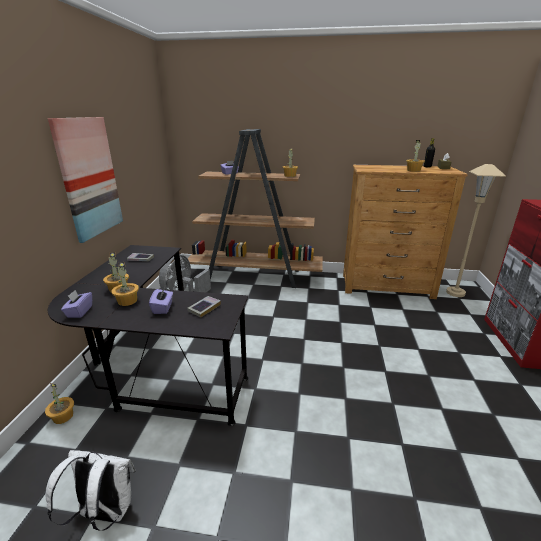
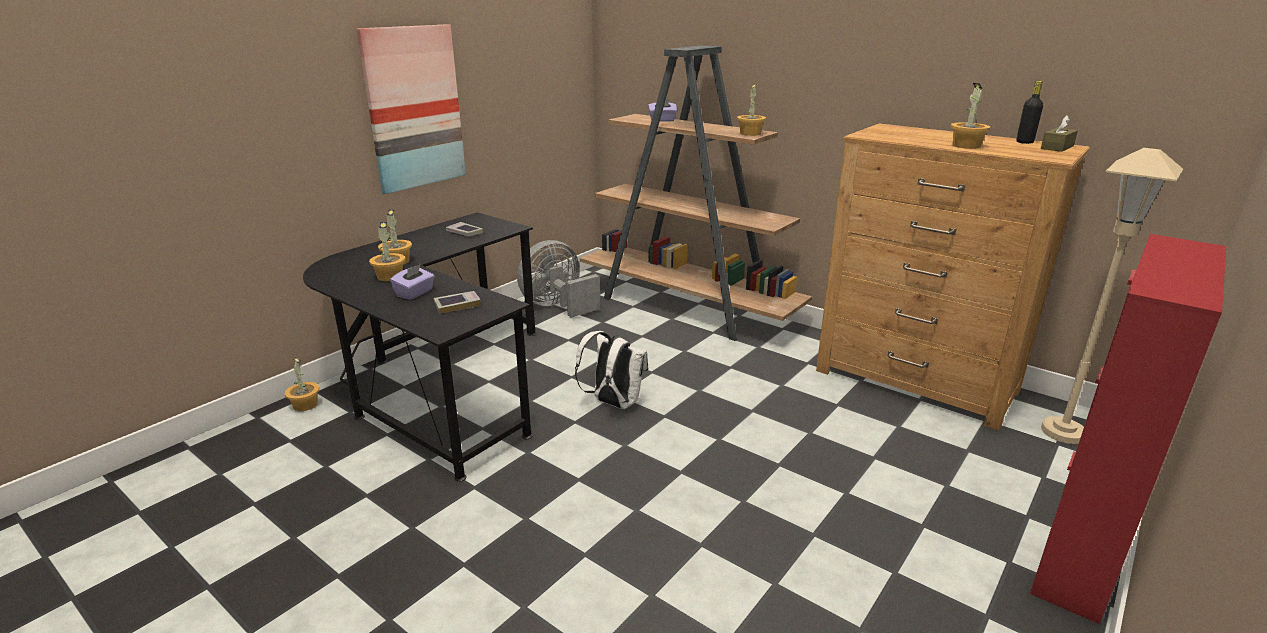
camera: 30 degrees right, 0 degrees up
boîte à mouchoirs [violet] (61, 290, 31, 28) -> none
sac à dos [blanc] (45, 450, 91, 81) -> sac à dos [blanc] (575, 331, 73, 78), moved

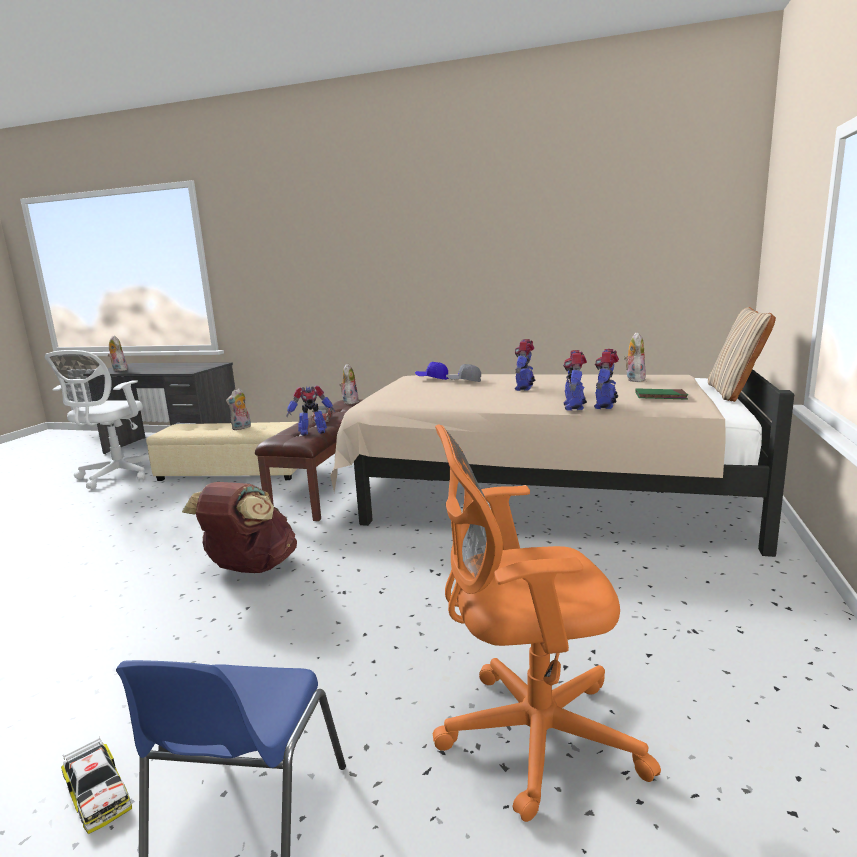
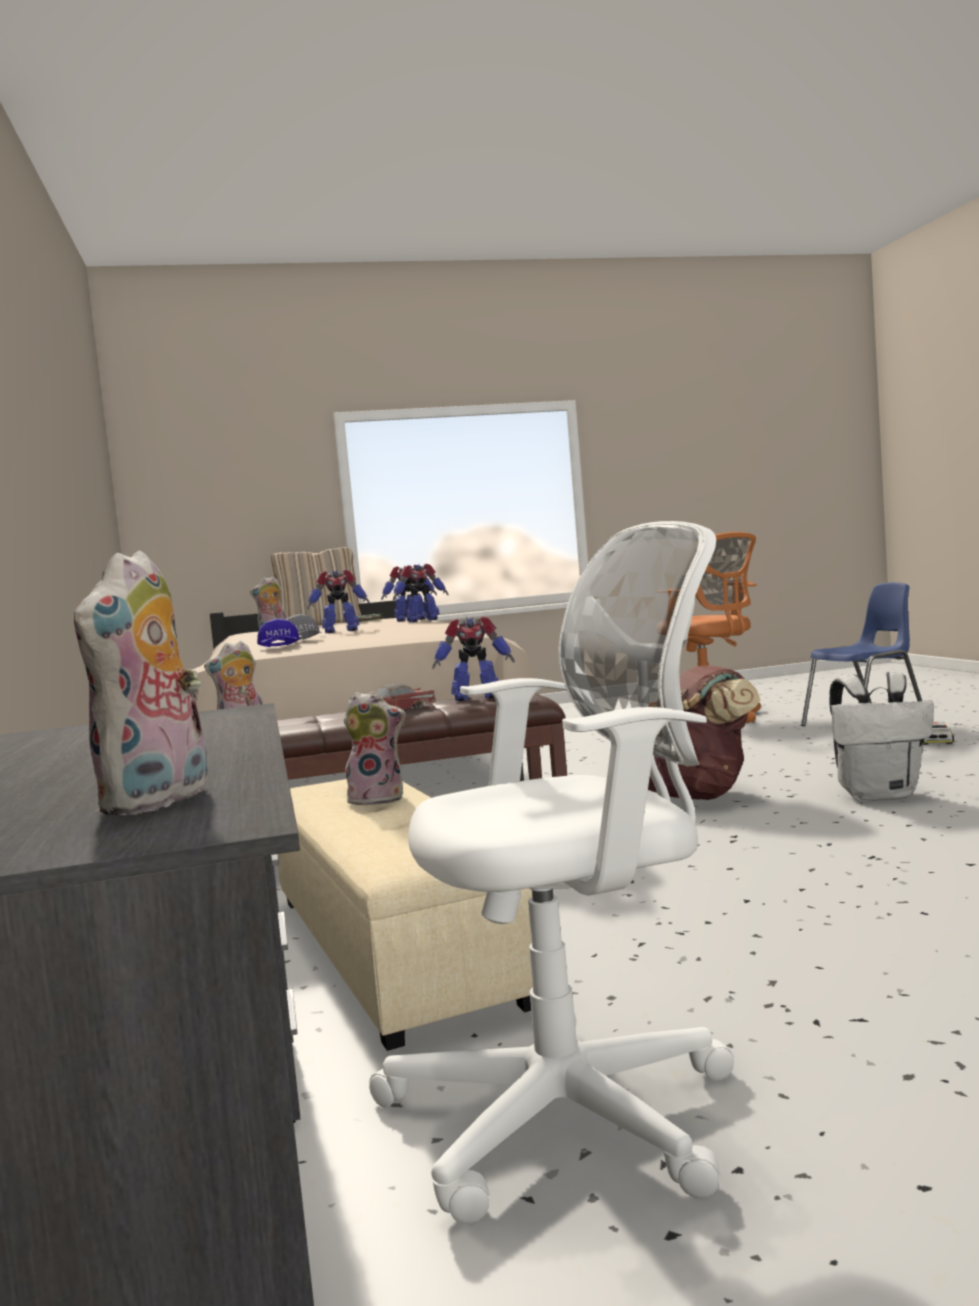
camera: 120 degrees left, 10 degrees down
none -> sac à dos [blanc] (829, 671, 105, 130)
robot jouet (286, 385, 49, 51) -> robot jouet (432, 616, 83, 85), 135 degrees clockwise

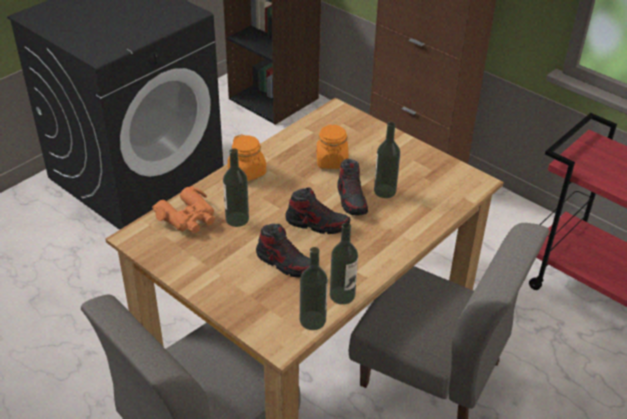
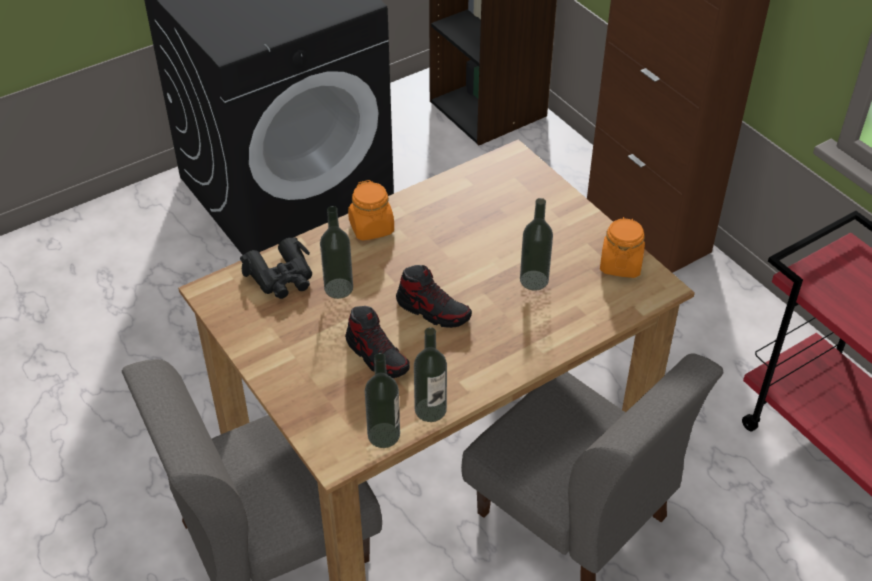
camera: 15 degrees right, 5 degrees up
chaussure (337, 159, 31, 56) -> none
bocal [orange] (317, 124, 31, 45) -> bocal [orange] (600, 217, 45, 61), moved
jumelles [orange] (152, 186, 63, 47) -> jumelles [noir] (240, 237, 72, 62)

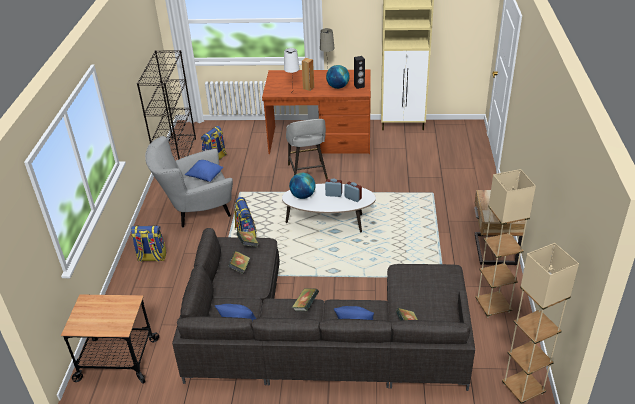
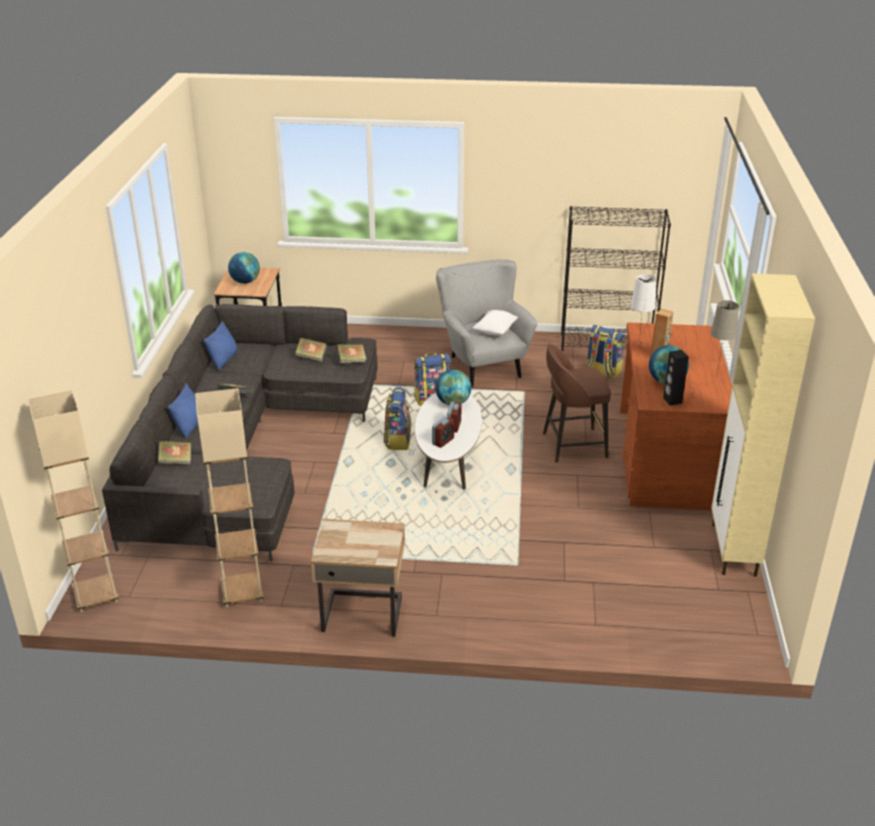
camera: 90 degrees right, 5 degrees down
none -> globe (228, 252, 32, 32)
sac à dos (131, 225, 35, 37) -> sac à dos (384, 387, 28, 63), moved
coussin [bleu] (185, 160, 38, 22) -> coussin [blanc] (472, 310, 46, 25)
tabouret [gris] (286, 119, 42, 60) -> tabouret [marron] (543, 344, 68, 119)

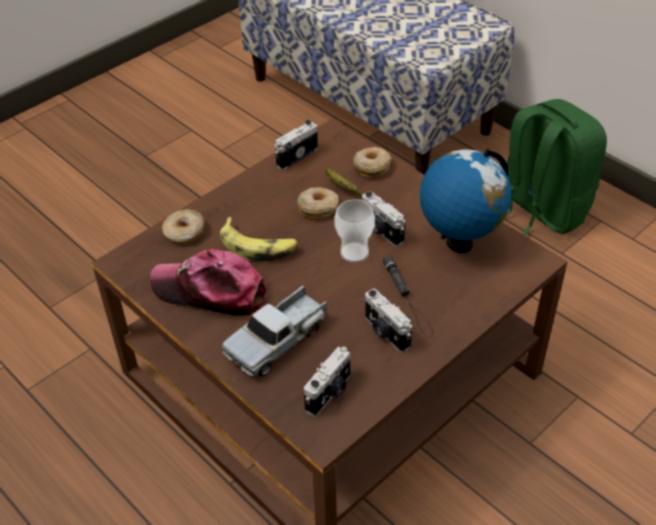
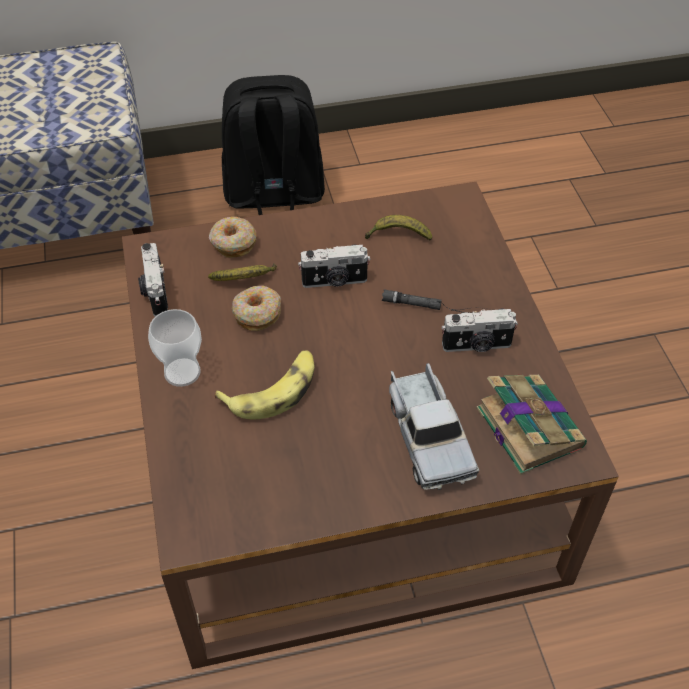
camera: 60 degrees left, 5 degrees up
casquette (150, 249, 117, 66) -> none
beignet (162, 209, 43, 35) -> none
tasse (334, 199, 41, 64) -> tasse (148, 309, 54, 78), moved
appareil photo (304, 347, 46, 70) -> livre (477, 374, 110, 101)
globe (420, 148, 91, 105) -> banane (365, 215, 67, 26)
sac à dos [vert] (506, 99, 101, 137) -> sac à dos [noir] (222, 75, 103, 140)

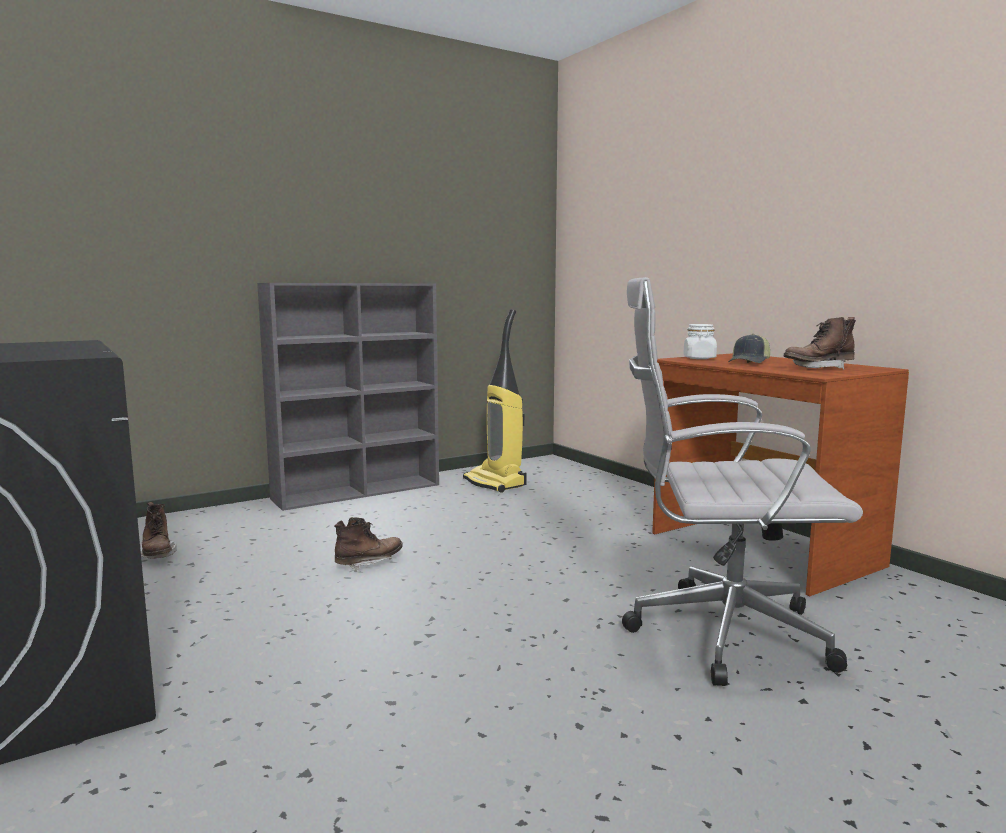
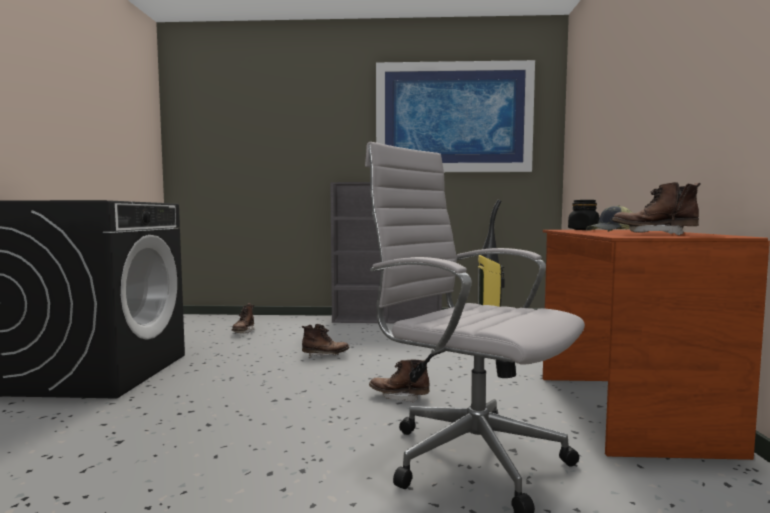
camera: 35 degrees right, 5 degrees down
none -> botte [marron] (369, 358, 61, 45)
none -> tableau (376, 60, 159, 112)
bocal [blanc] (683, 324, 34, 35) -> bocal [noir] (568, 200, 32, 30)

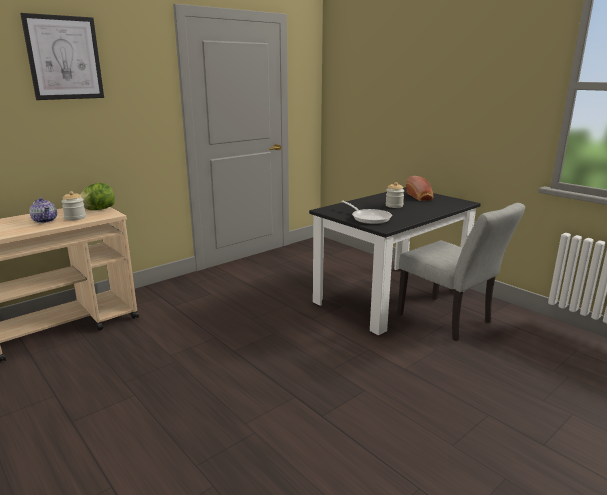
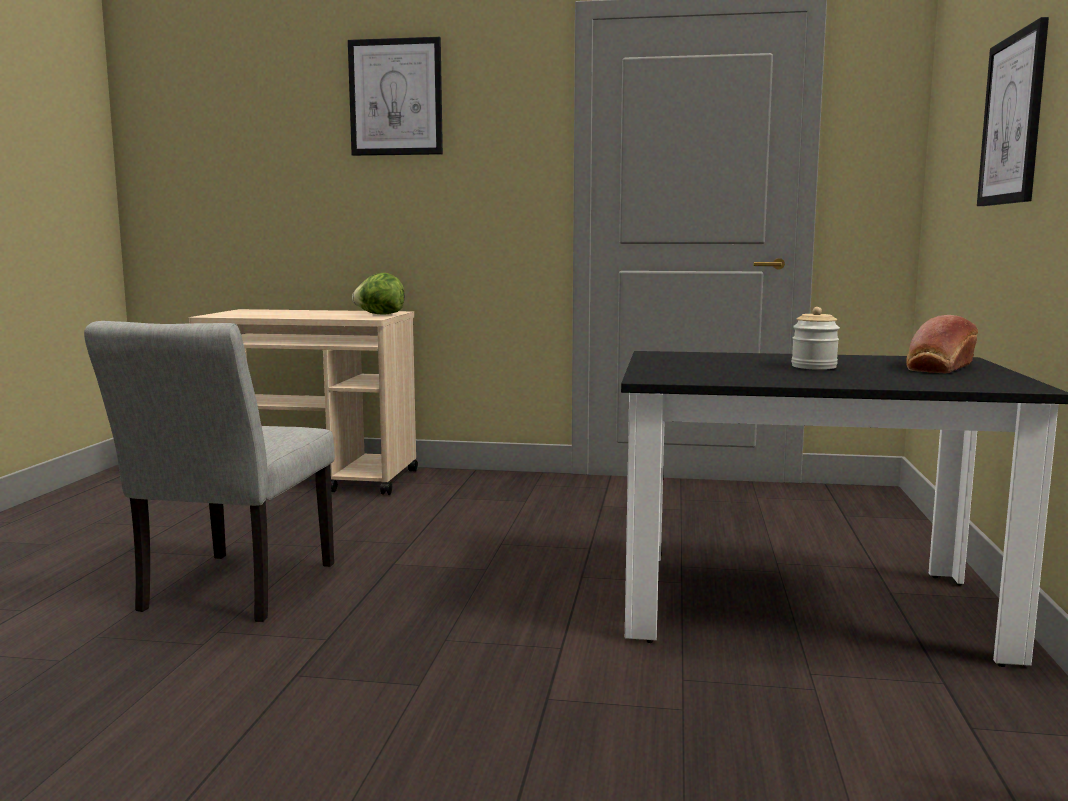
camera: 50 degrees right, 10 degrees down
théière (29, 198, 28, 25) -> none
bocal (61, 191, 25, 30) -> none
poêle (341, 201, 51, 23) -> none
none -> tableau (977, 17, 72, 189)
chaise [gris] (397, 203, 128, 138) -> chaise [gris] (84, 321, 251, 301), moved

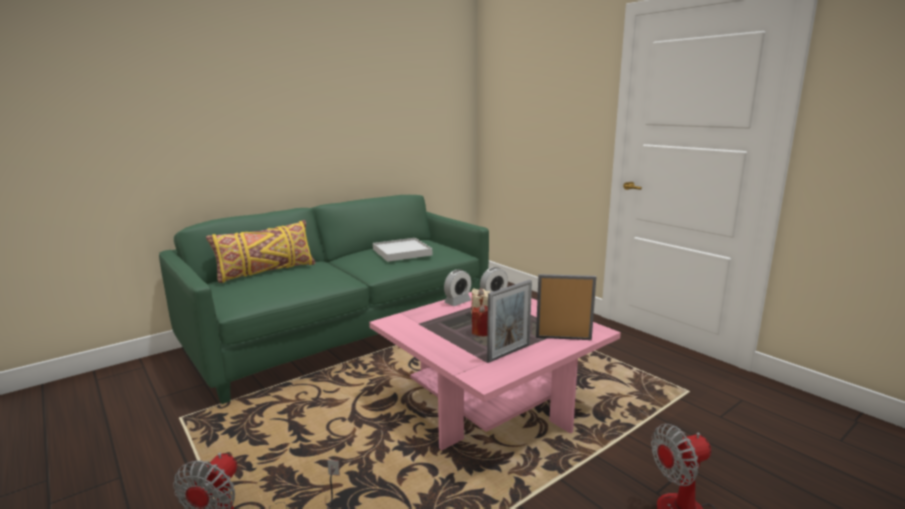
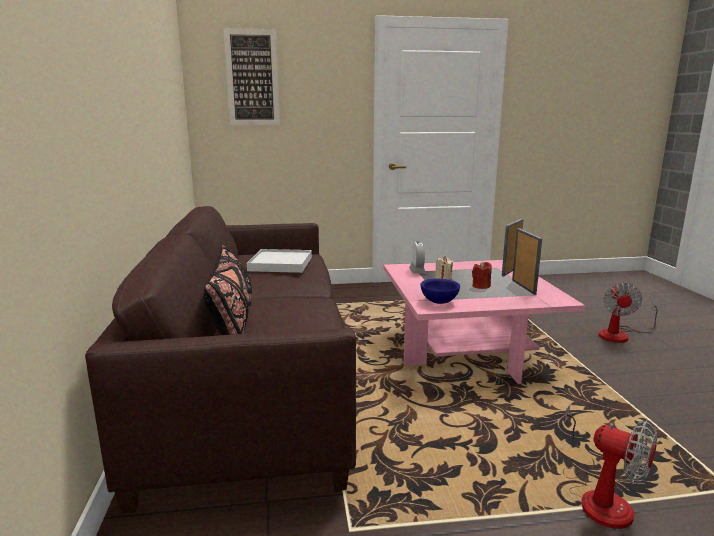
camera: 60 degrees left, 0 degrees up
réveil (444, 270, 27, 36) -> none
none -> tableau (223, 28, 57, 97)
none -> bol [bleu] (421, 278, 39, 26)
canapé [vert] (159, 195, 330, 209) -> canapé [marron] (85, 206, 272, 307)
coussin [jaune] (206, 220, 110, 63) -> coussin [noir] (204, 245, 48, 90)

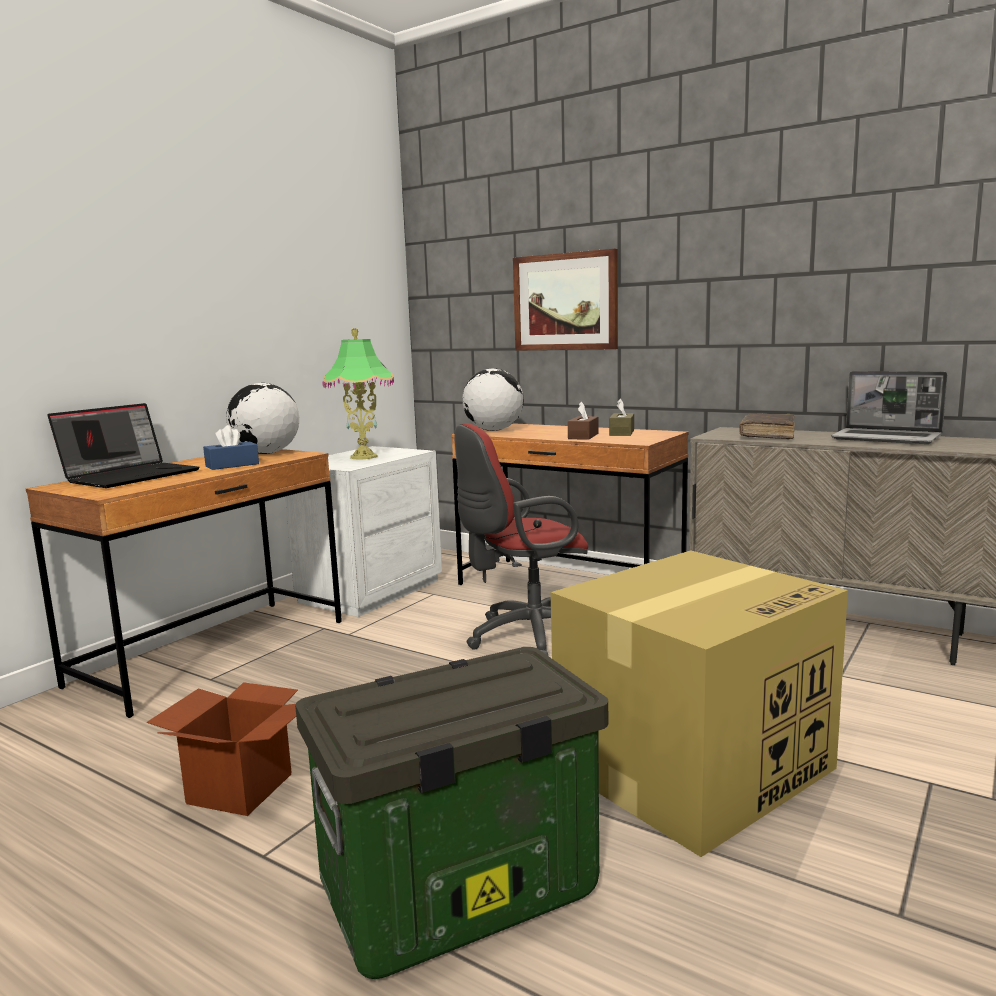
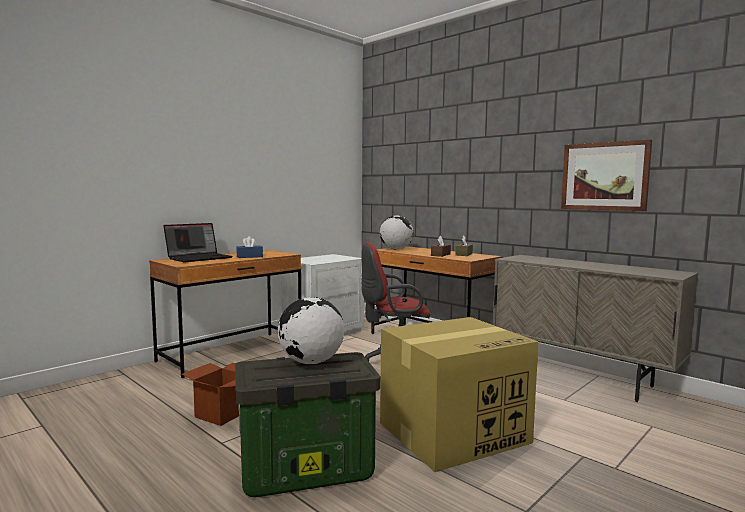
camera: 10 degrees right, 5 degrees down
lampe de table (322, 328, 72, 132) -> none
livre [marron] (739, 414, 56, 25) -> none
ordinateur portable (831, 371, 116, 73) -> none
globe (226, 383, 73, 71) -> globe (278, 297, 66, 67), moved
tableau (513, 249, 105, 102) -> tableau (561, 139, 91, 72), moved

